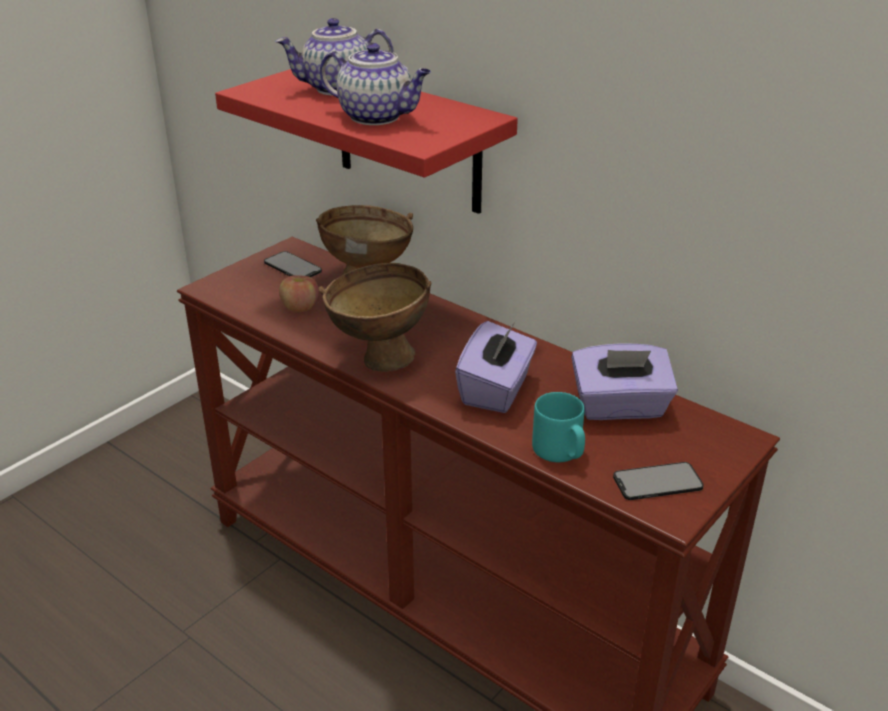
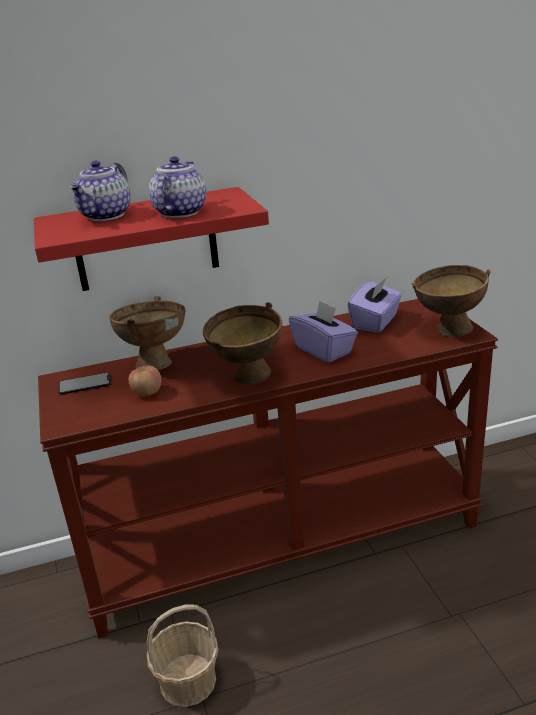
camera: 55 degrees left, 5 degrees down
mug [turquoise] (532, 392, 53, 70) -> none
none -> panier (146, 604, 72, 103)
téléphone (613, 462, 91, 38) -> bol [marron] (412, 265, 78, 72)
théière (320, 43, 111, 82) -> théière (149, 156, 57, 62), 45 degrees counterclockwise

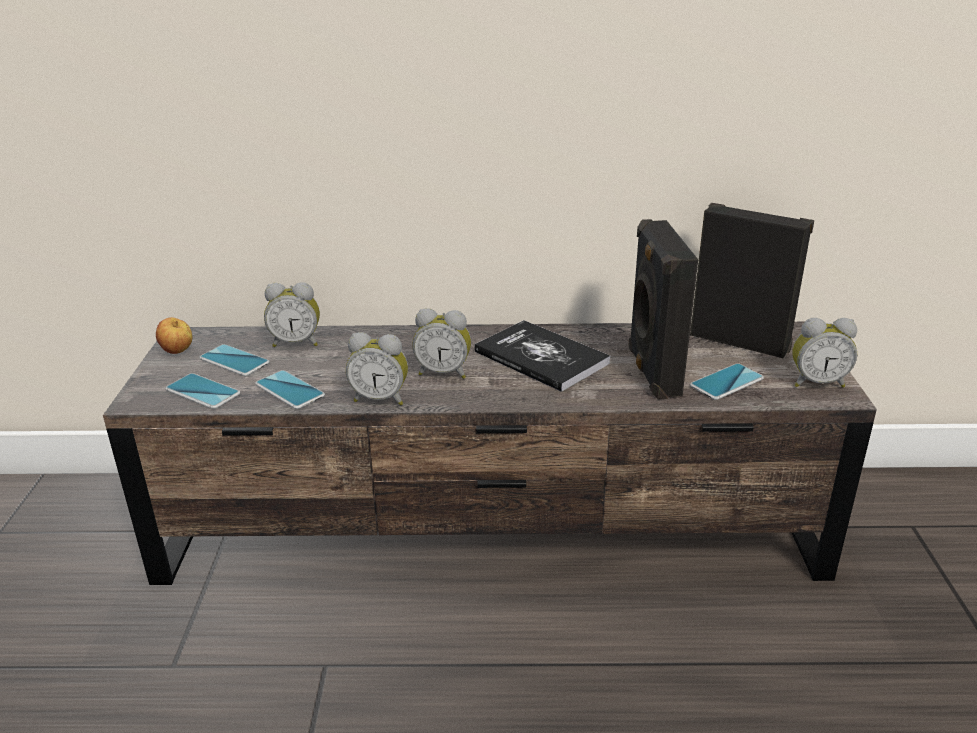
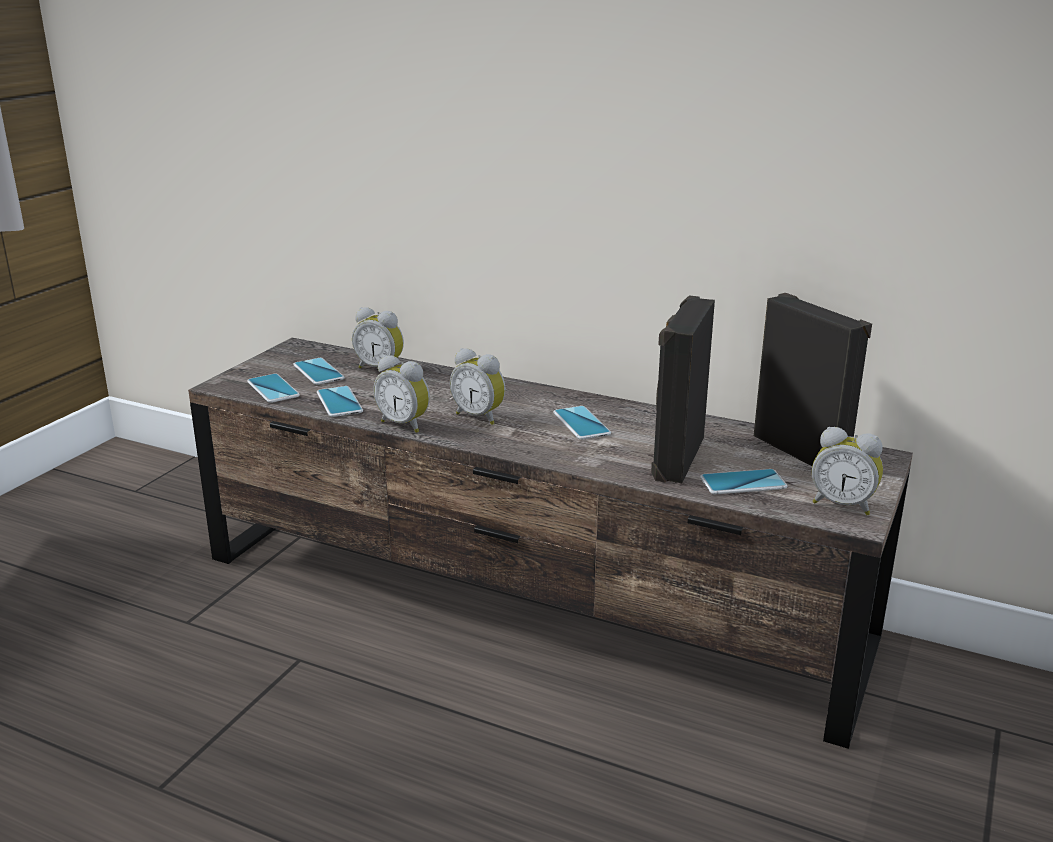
camera: 25 degrees right, 5 degrees down
pomme (156, 317, 36, 37) -> none
livre (474, 320, 136, 72) -> téléphone (553, 406, 58, 34)

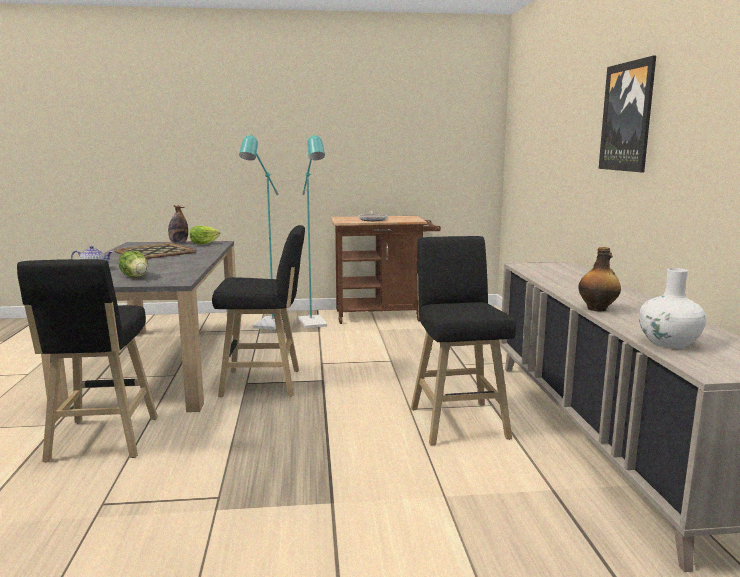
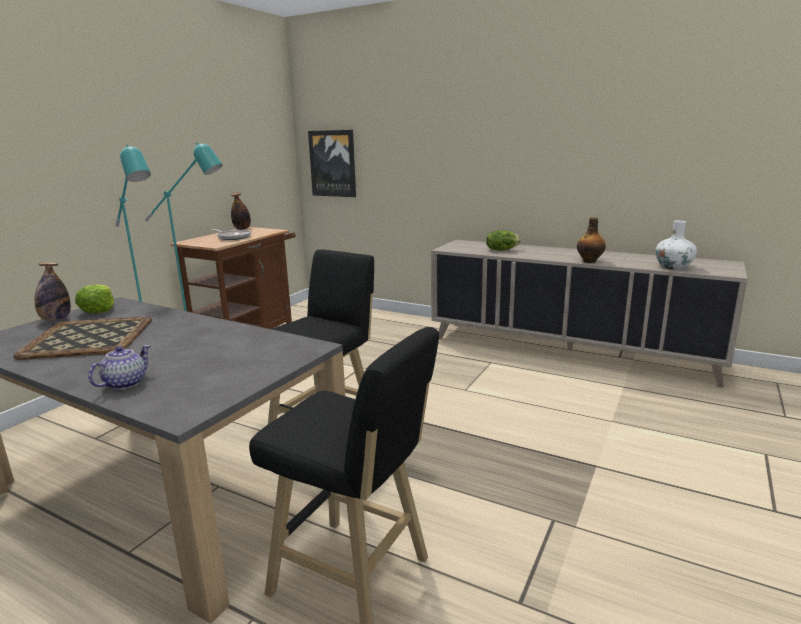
camera: 55 degrees left, 5 degrees up
tabouret [noir] (411, 236, 105, 210) -> none
none -> bouteille (231, 192, 20, 38)
laitue (118, 251, 30, 27) -> laitue (486, 230, 35, 20), moved
tableau (599, 56, 57, 116) -> tableau (308, 130, 48, 67), moved

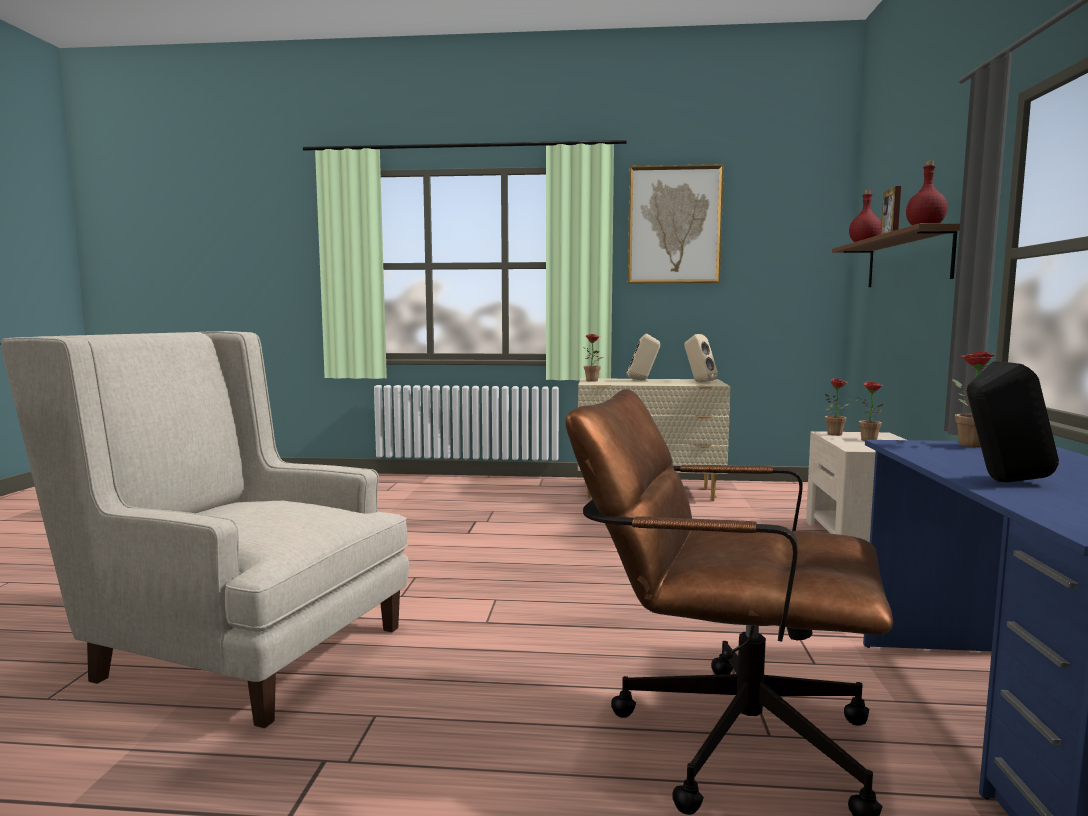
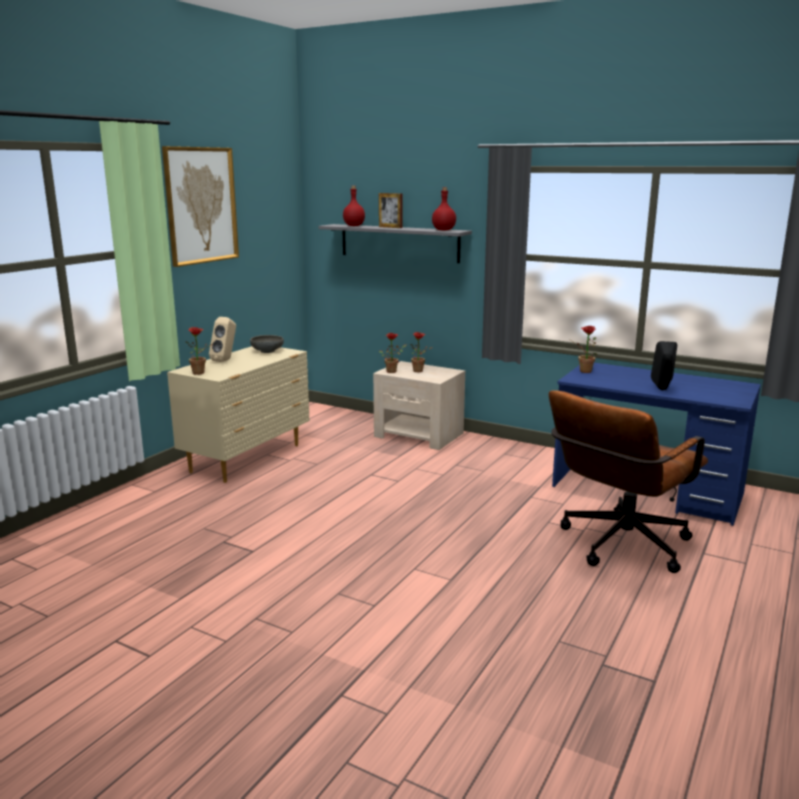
camera: 65 degrees left, 10 degrees up
fauteuil [beige] (1, 331, 408, 397) -> none
enceinte [beige] (684, 334, 34, 48) -> bol [gris] (250, 335, 34, 18)
étagère [marron] (832, 223, 128, 64) -> étagère [gris] (318, 224, 154, 39)

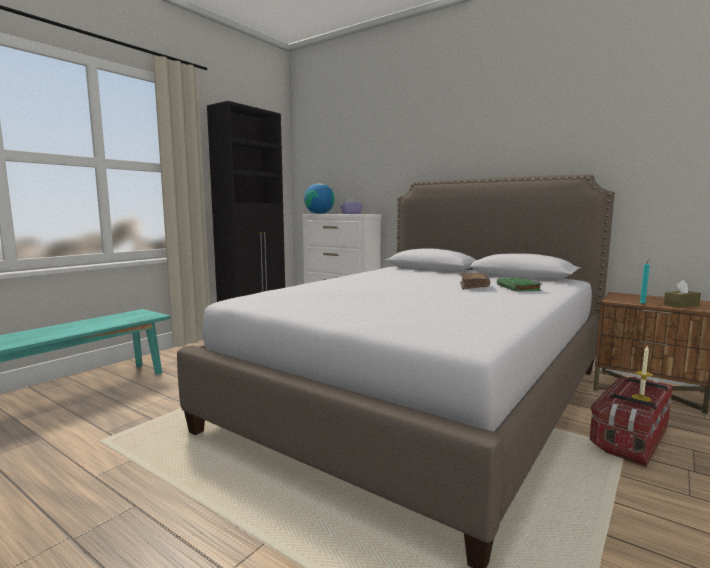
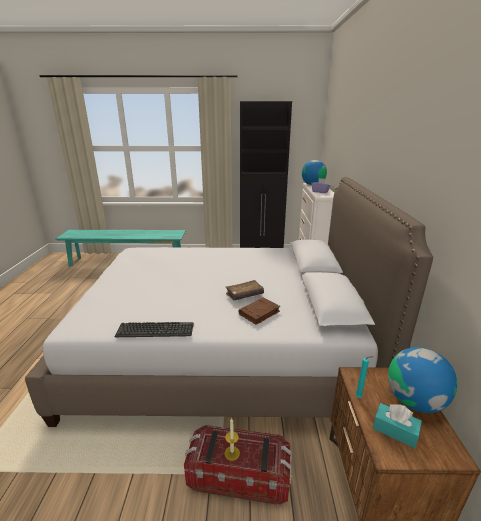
camera: 55 degrees right, 15 degrees up
none -> clavier (115, 322, 79, 15)
none -> globe (388, 347, 69, 66)
livre [vert] (497, 278, 45, 13) -> livre [marron] (238, 297, 42, 28)
boîte à mouchoirs [marron] (664, 280, 37, 28) -> boîte à mouchoirs [turquoise] (373, 403, 49, 45)

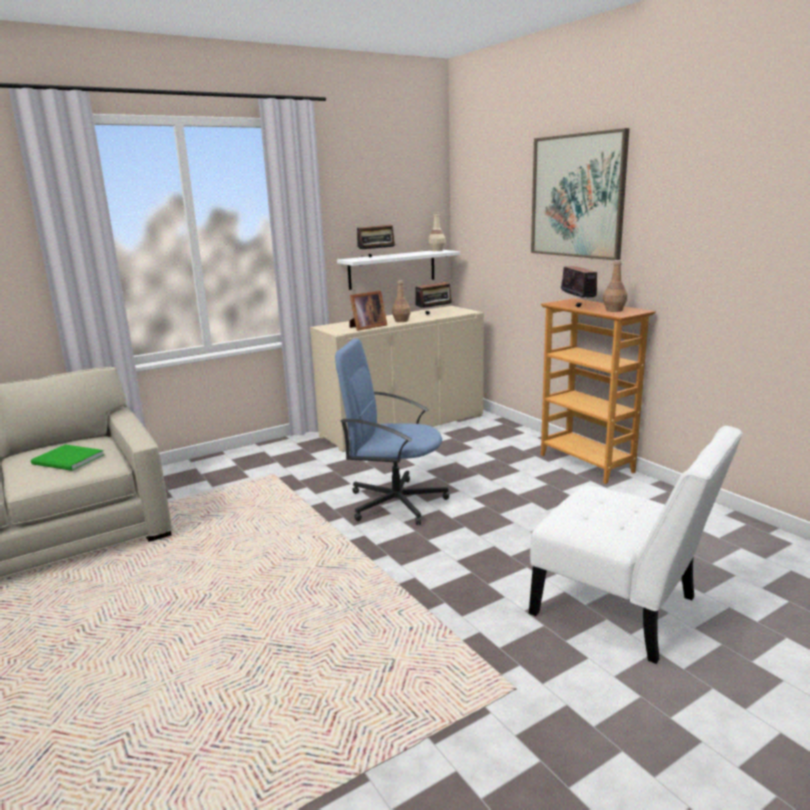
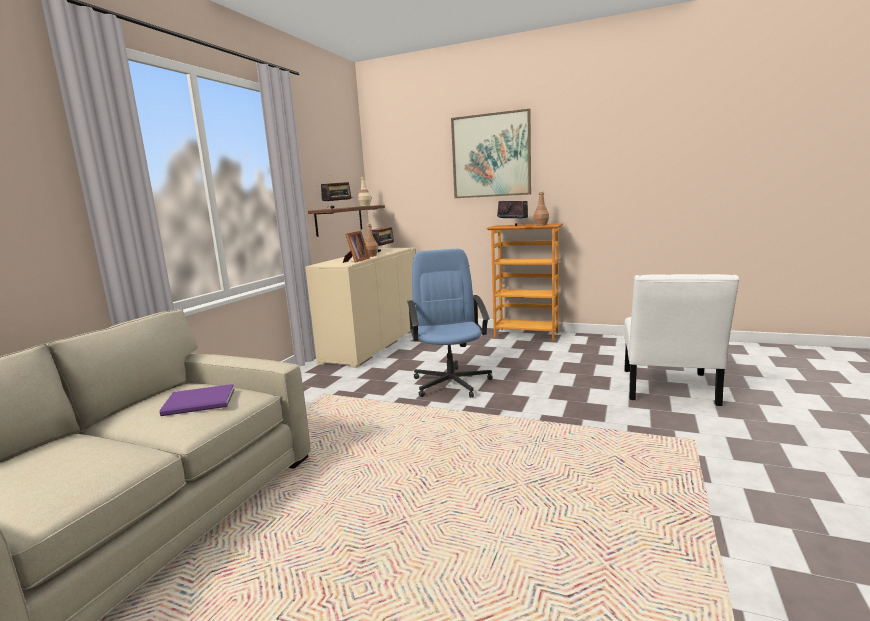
camera: 35 degrees left, 5 degrees down
livre [vert] (31, 444, 73, 27) -> livre [violet] (160, 384, 74, 32)
étagère [blanc] (337, 250, 123, 40) -> étagère [marron] (308, 205, 77, 32)
chaise de bureau [bleu] (335, 338, 114, 187) -> chaise de bureau [bleu] (407, 248, 86, 150), 105 degrees clockwise
chaise [blanc] (529, 426, 214, 238) -> chaise [blanc] (624, 274, 116, 132), 105 degrees clockwise

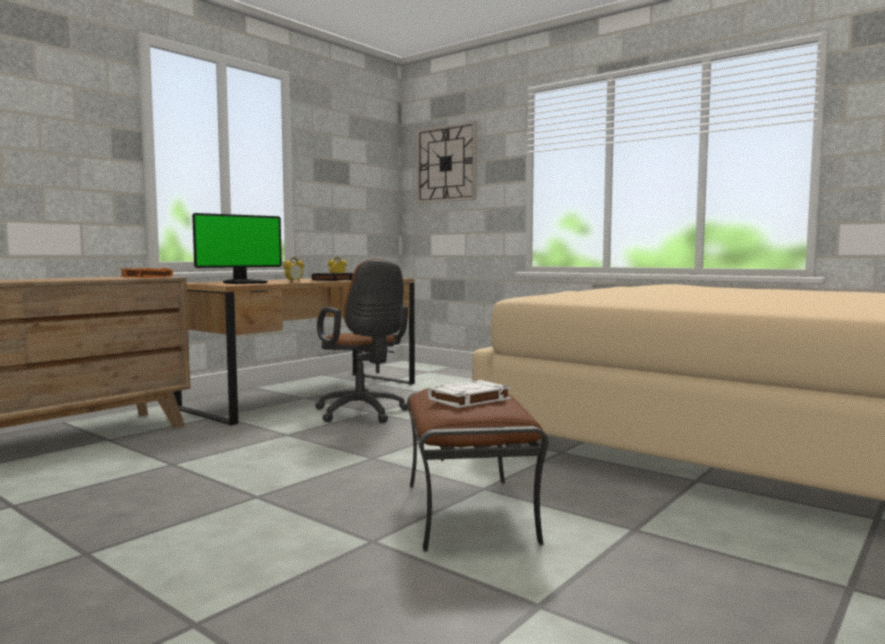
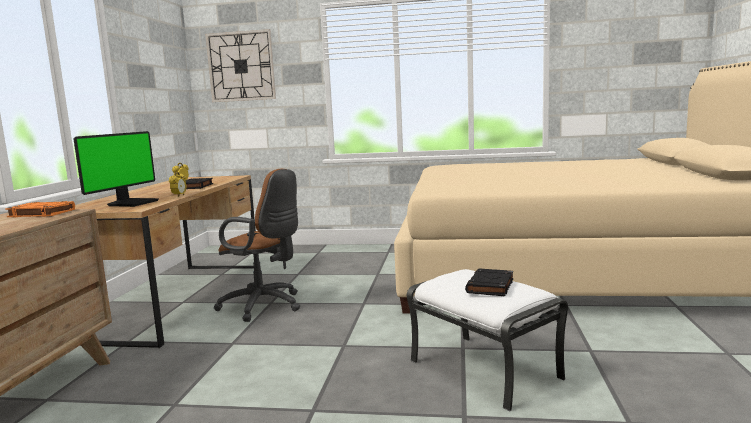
camera: 30 degrees left, 5 degrees up
pouf [marron] (407, 388, 141, 164) -> pouf [blanc] (407, 269, 161, 142)
livre [blanc] (428, 380, 83, 28) -> livre [noir] (465, 268, 48, 28)

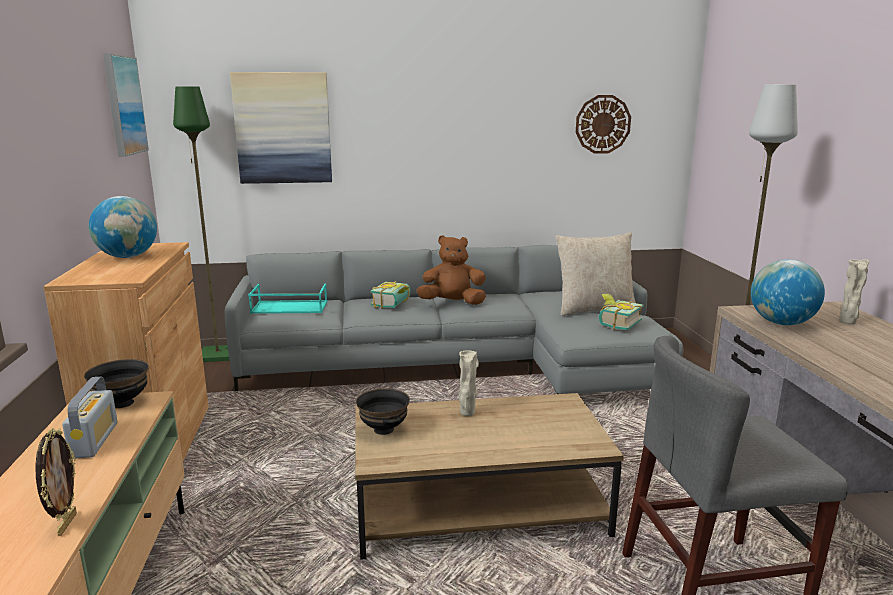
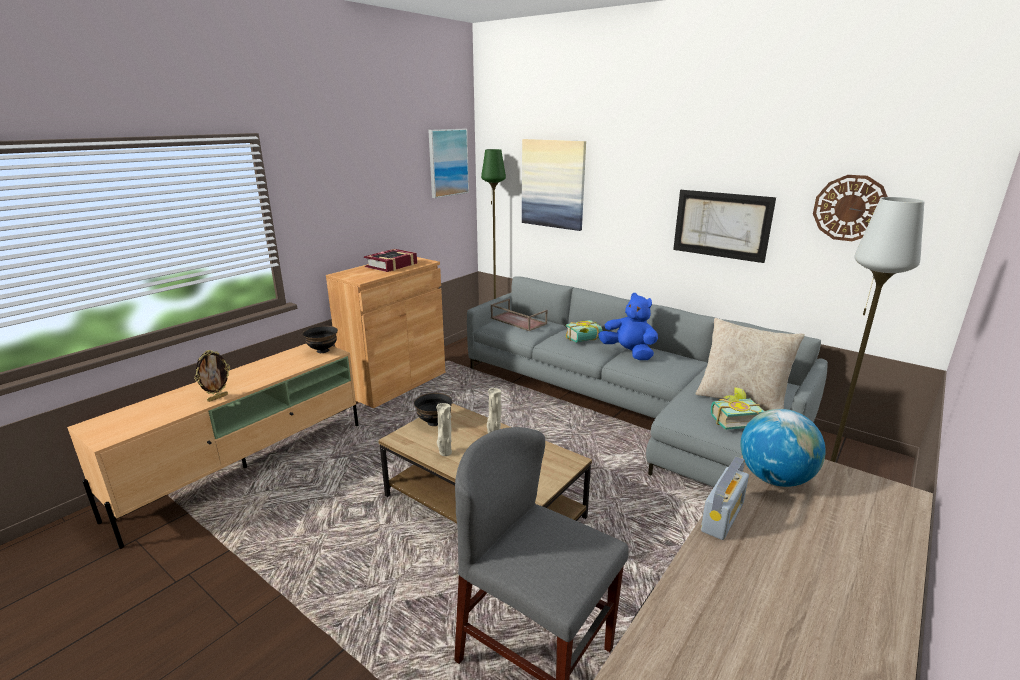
camera: 45 degrees right, 5 degrees up
none -> tableau (673, 190, 103, 73)
radio (62, 377, 56, 81) -> radio (701, 457, 48, 83), moved
vase [beige] (839, 259, 30, 65) -> vase [beige] (436, 403, 16, 53), moved
globe (89, 196, 68, 62) -> livre (364, 249, 53, 23)
plateau [turquoise] (248, 284, 79, 30) -> plateau [marron] (491, 299, 56, 32)
peluche [marron] (416, 235, 70, 70) -> peluche [bleu] (598, 293, 60, 67)

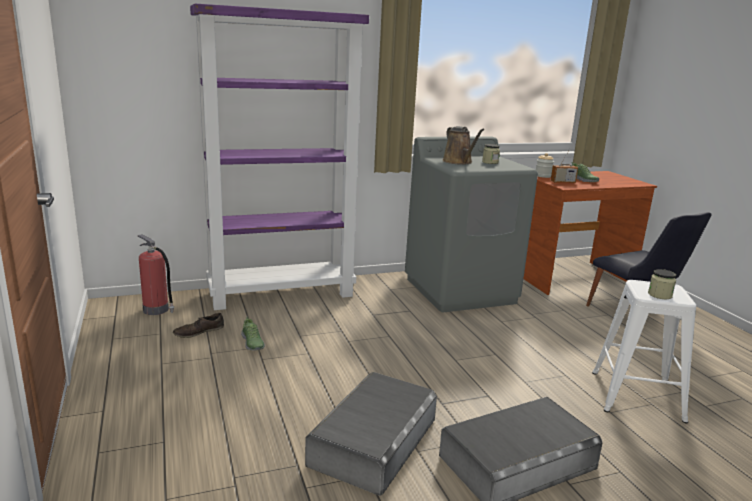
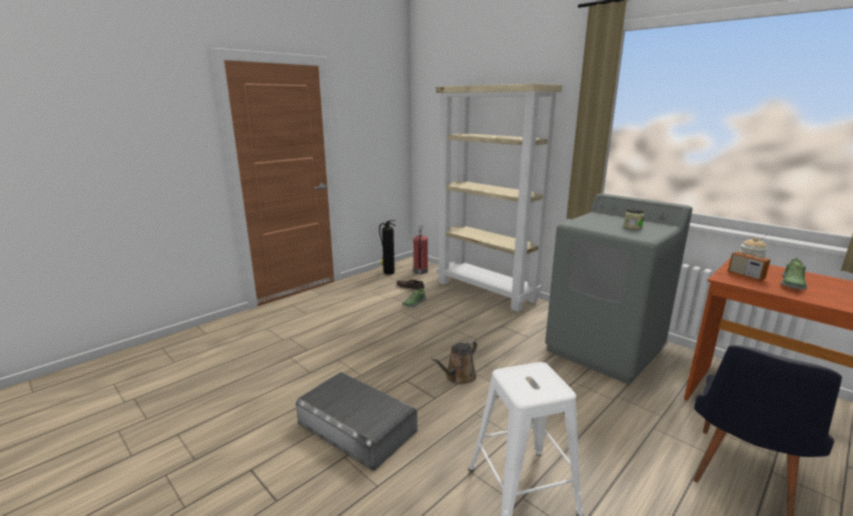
camera: 65 degrees right, 0 degrees up
boîte de rangement [gris] (305, 372, 132, 124) -> none
bocal (648, 269, 28, 30) -> none
none -> extincteur (379, 220, 17, 55)
arrosoir [marron] (443, 126, 41, 39) -> arrosoir [marron] (431, 340, 46, 45), moved
bibliothèque [violet] (190, 4, 179, 306) -> bibliothèque [beige] (436, 84, 126, 228)

